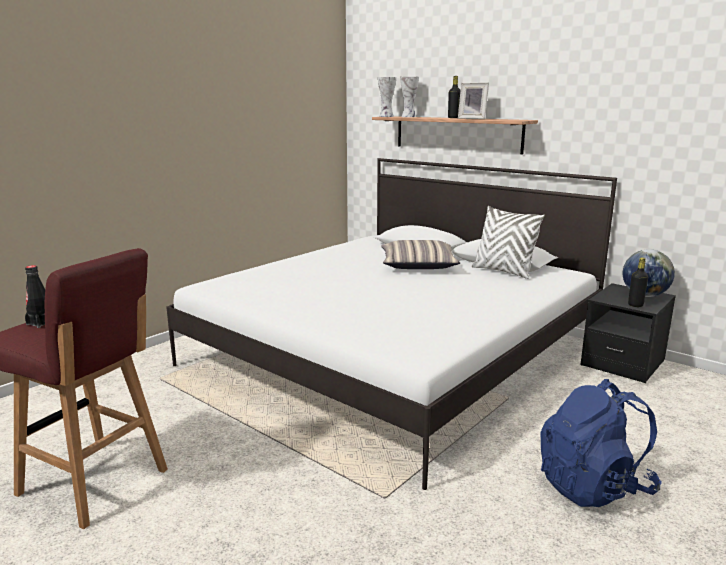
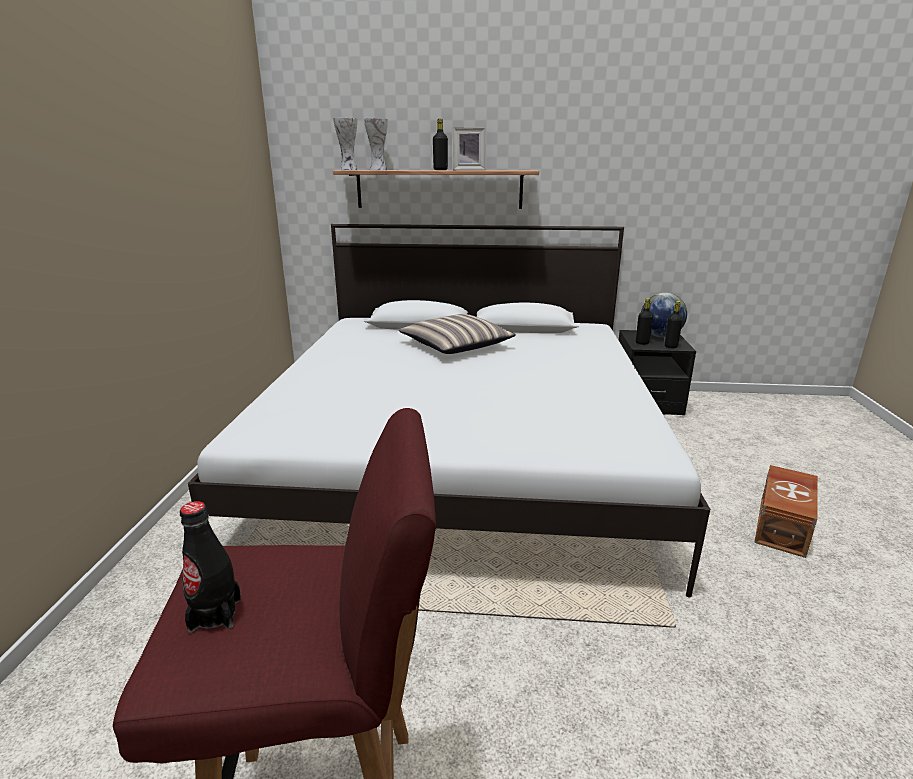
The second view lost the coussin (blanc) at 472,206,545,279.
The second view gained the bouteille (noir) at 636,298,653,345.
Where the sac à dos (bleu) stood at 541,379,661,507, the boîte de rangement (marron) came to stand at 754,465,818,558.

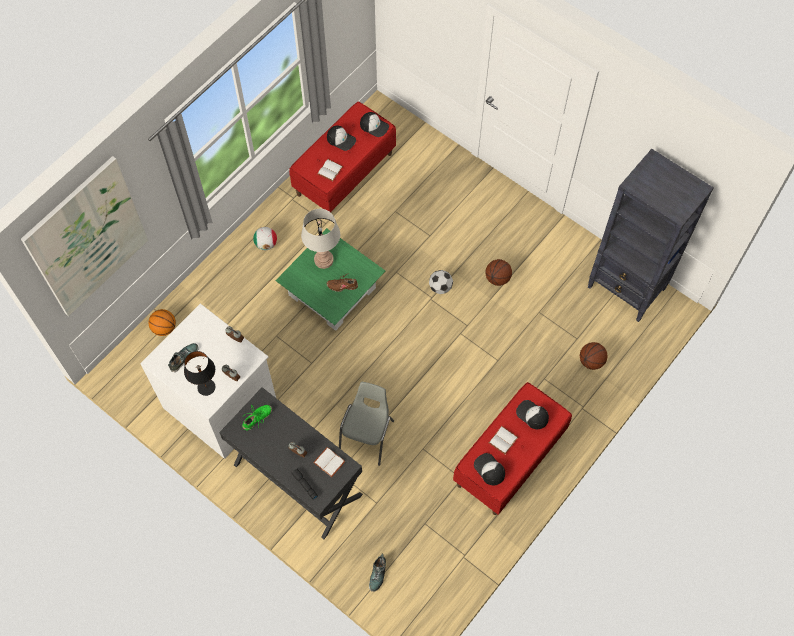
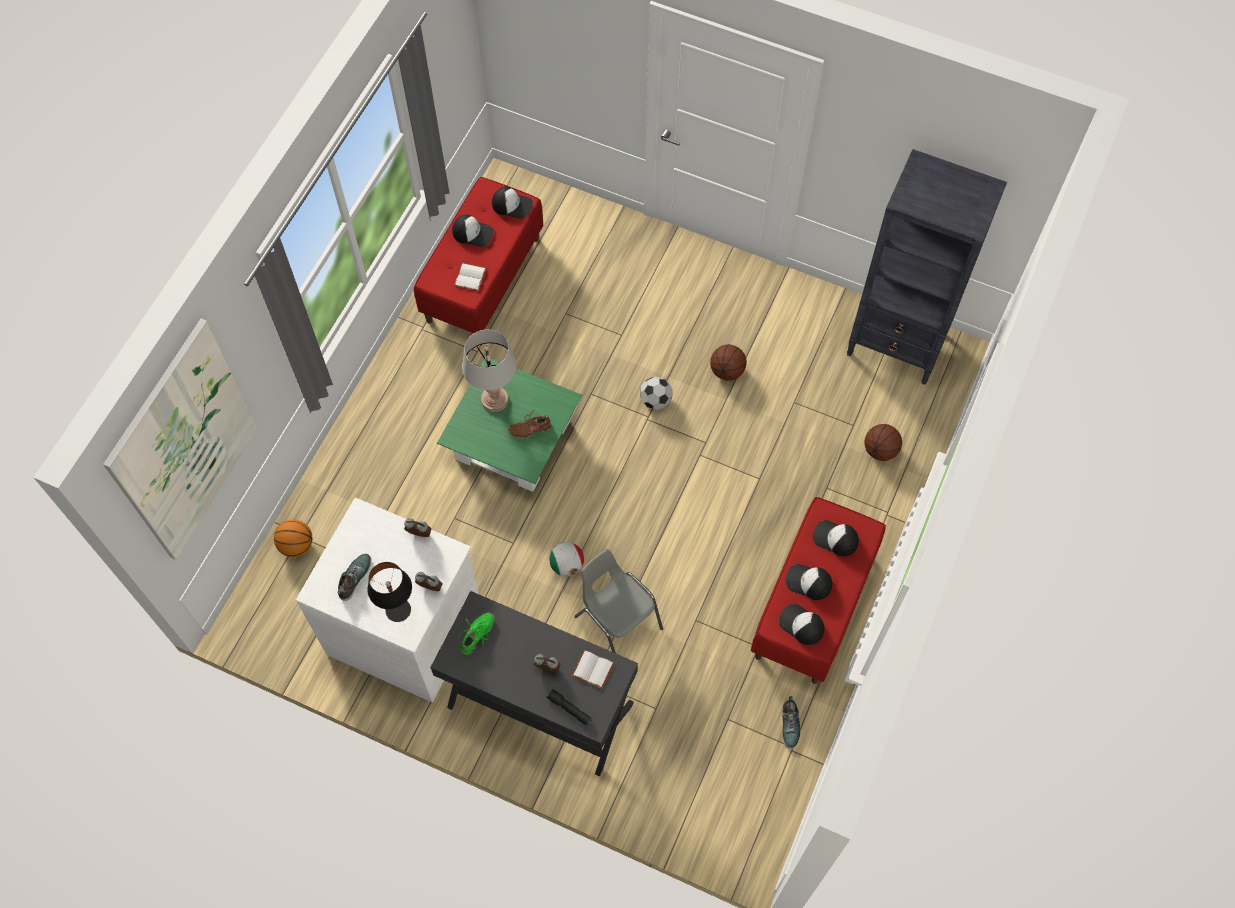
The ballon de foot ended up elsewhere, having gone from 253,227,277,250 to 549,542,584,577.
The chaussure ended up elsewhere, having gone from 369,554,386,592 to 782,696,800,749.
Where the livre (blanc) stood at 489,426,518,454, the casquette came to stand at 785,564,832,600.
The chaise (gris) at 339,382,394,466 ended up facing another way, 45 degrees counterclockwise from before.

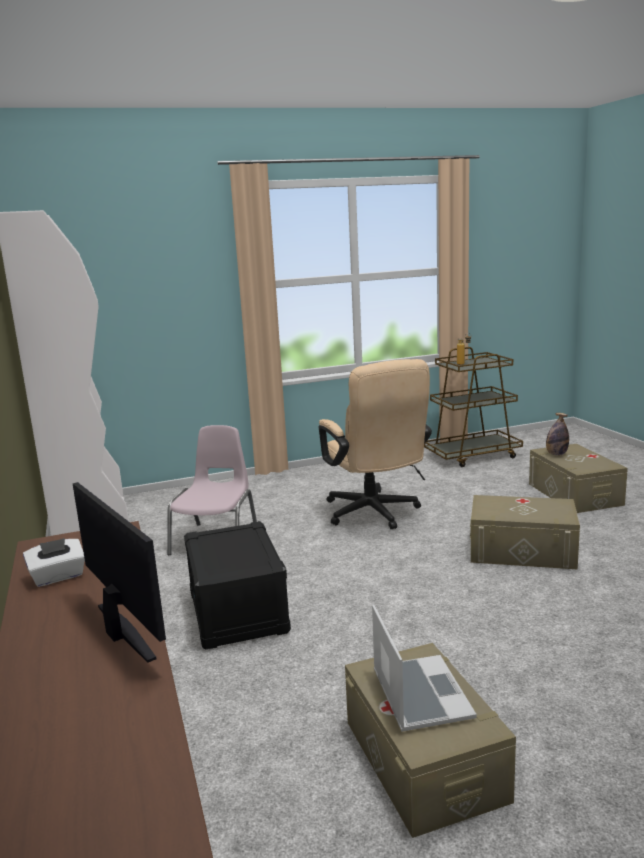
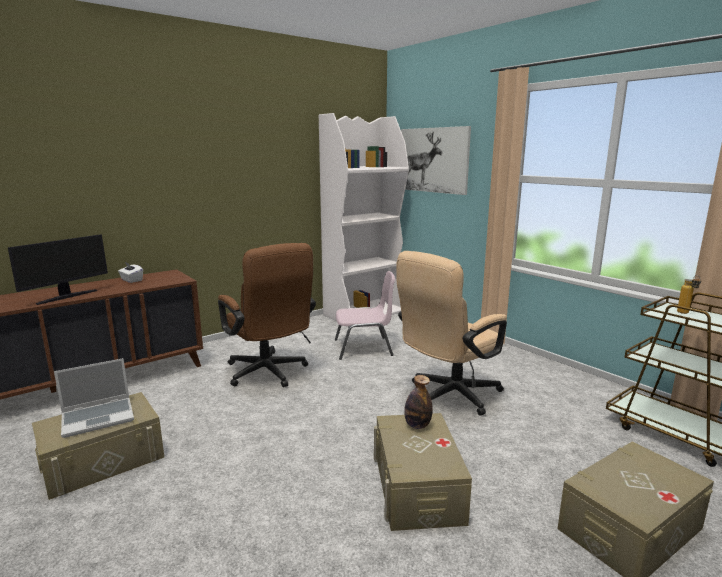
The second view gained the tableau at 401,126,471,195.
The bouteille ended up elsewhere, having gone from 546,413,569,456 to 404,375,433,429.
Where the boîte de rangement (noir) stood at 184,521,291,650, the chaise de bureau (marron) came to stand at 218,243,316,387.

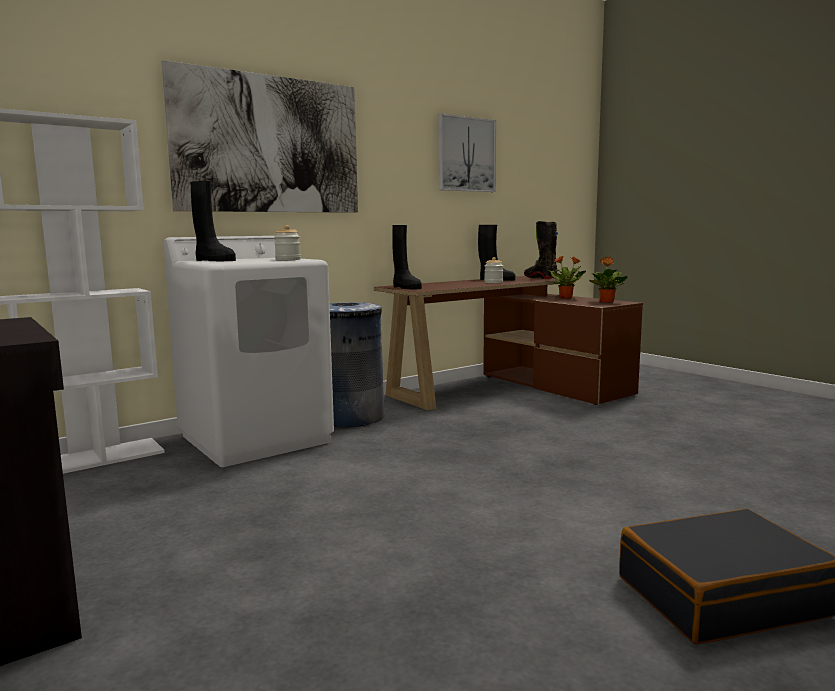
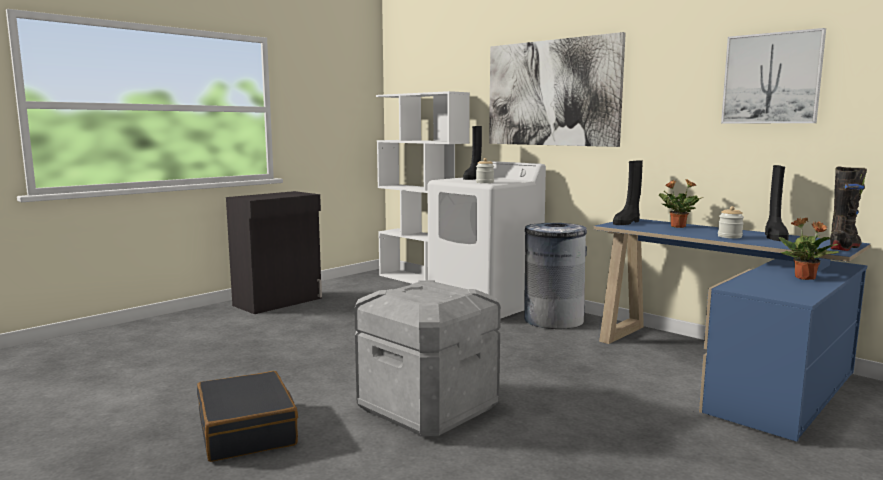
The second view gained the boîte de rangement (gris) at 354,280,501,436.
The plante en pot ended up elsewhere, having gone from 589,257,628,303 to 659,179,703,228.
What was the bureau (marron) at 374,276,643,410 turned into the bureau (bleu) at 594,219,870,442.

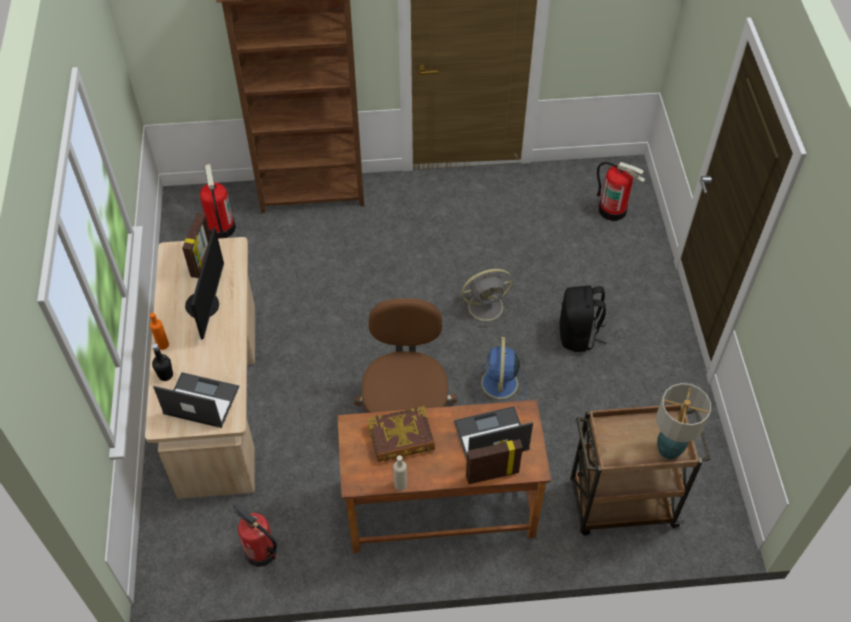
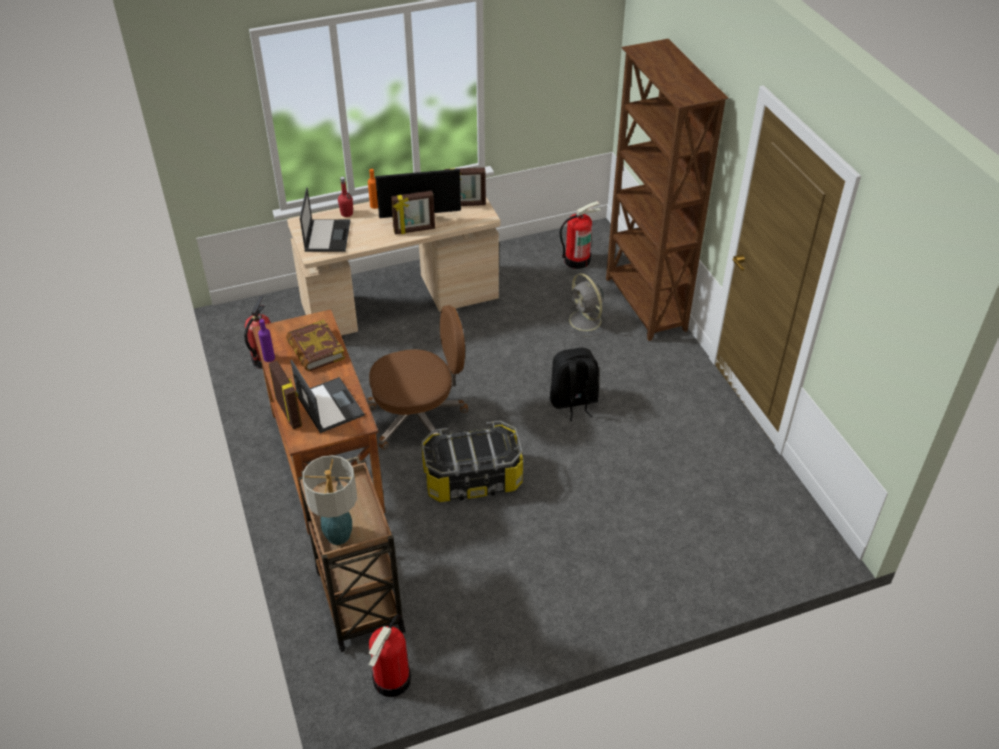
The second view gained the cadre photo at 391,191,435,235.
The ventilateur (gris) ended up elsewhere, having gone from 457,269,513,327 to 562,273,611,337.
The sac à dos (noir) ended up elsewhere, having gone from 560,285,607,352 to 550,348,599,421.
The extincteur ended up elsewhere, having gone from 597,162,645,221 to 369,614,411,697.
Where the ventilateur (bleu) stood at 474,337,527,404, the boîte de rangement came to stand at 421,420,523,502.
What was the bouteille (noir) at 152,343,173,381 turned into the bouteille (rouge) at 338,177,353,217.
What was the bouteille (beige) at 393,455,407,491 turned into the bouteille (violet) at 258,319,275,362.

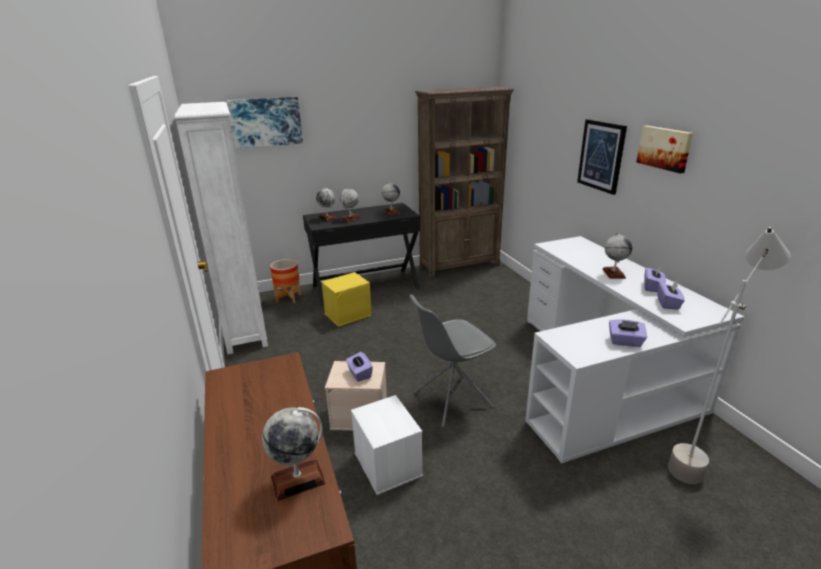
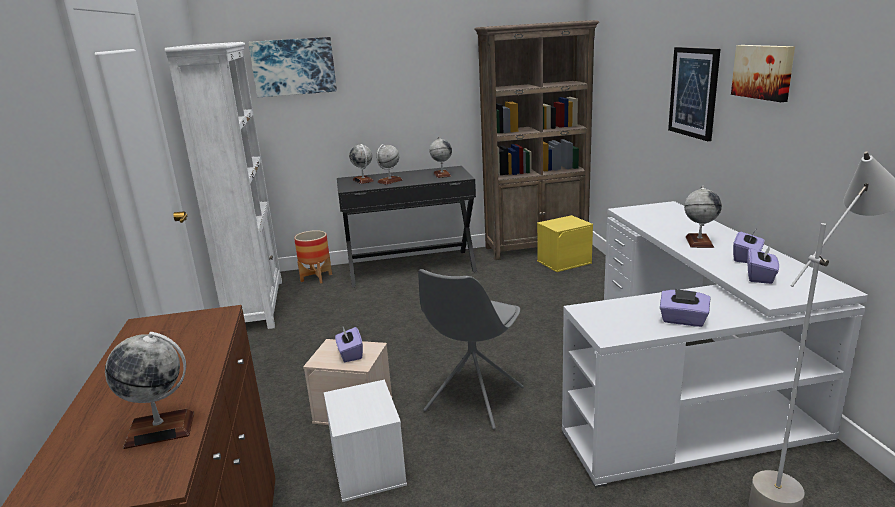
The boîte de rangement (jaune) ended up elsewhere, having gone from 321,272,372,327 to 537,215,593,272.
The chaise (gris) at 410,294,496,427 ended up facing another way, 45 degrees counterclockwise from before.

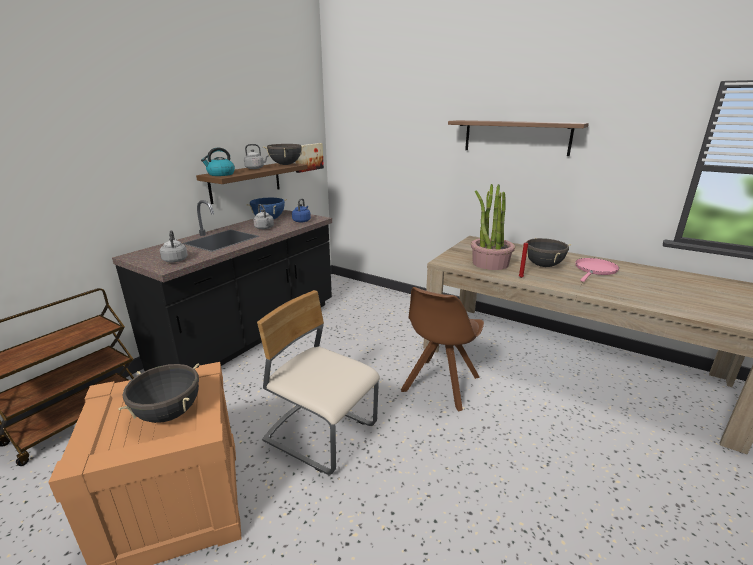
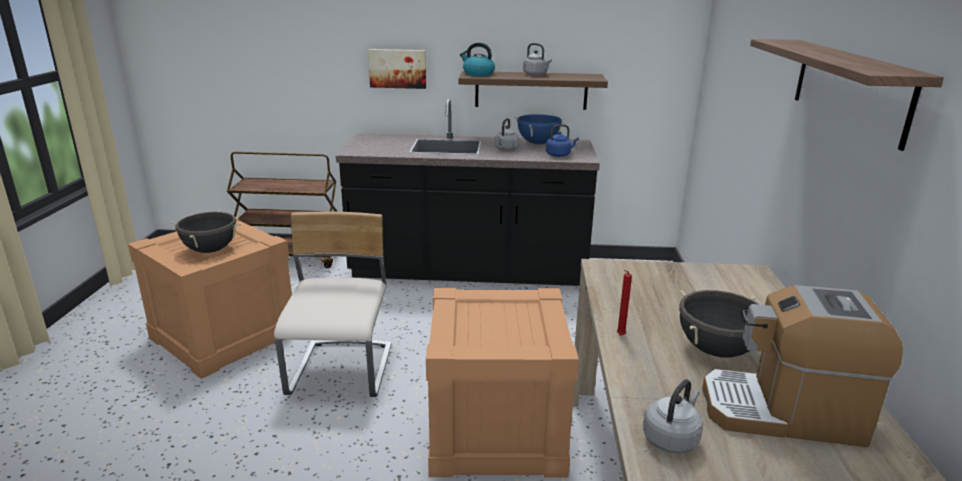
The second view lost the marmite (noir) at 263,144,305,165.
The second view lost the plante en pot at 471,184,515,270.
The bouilloire (gris) ended up elsewhere, having gone from 160,230,188,262 to 643,379,703,453.
The tableau ended up elsewhere, having gone from 295,143,324,173 to 368,49,426,89.
Where the chaise (marron) stood at 401,287,484,412, the caisse came to stand at 426,288,579,477.
Where the poêle (rose) stood at 575,258,619,282, the machine à café came to stand at 702,285,903,447.

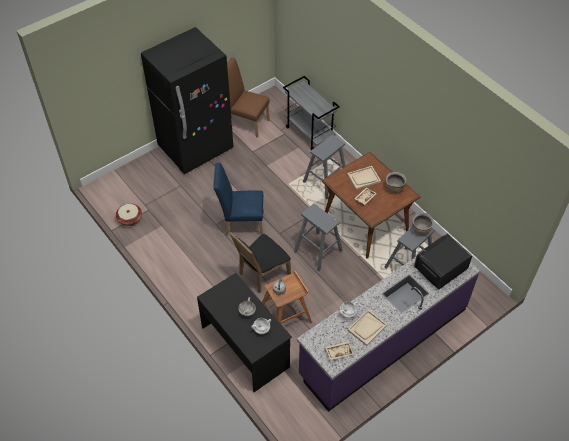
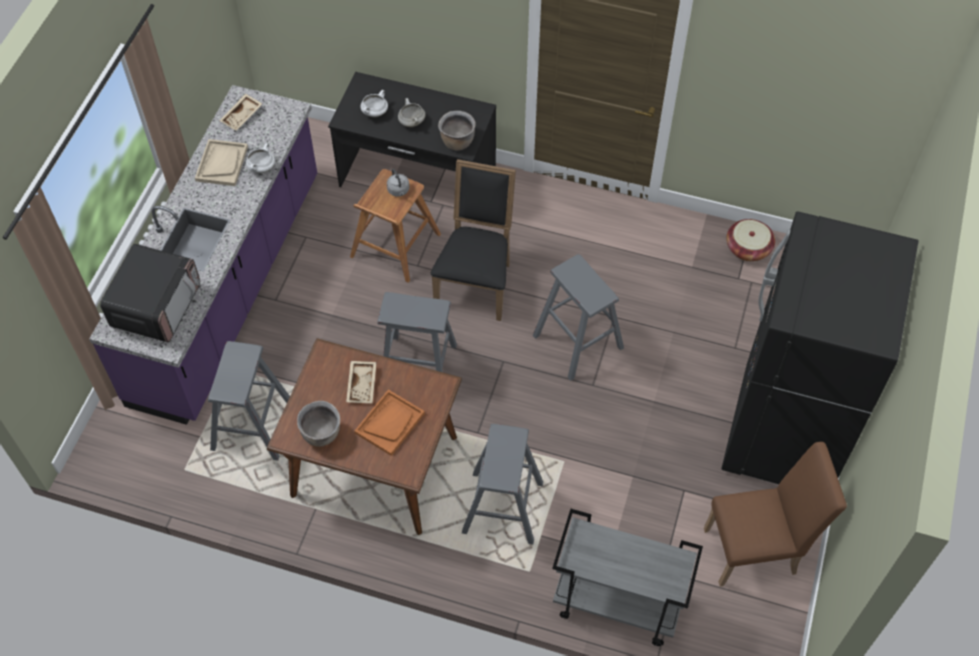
The marmite (marron) ended up elsewhere, having gone from 412,213,434,235 to 438,111,476,150.
Where the chaise (bleu) stood at 213,163,264,236, the tabouret (gris) came to stand at 533,254,624,381.
What was the plateau (beige) at 347,166,381,190 turned into the plateau (orange) at 355,389,425,456.

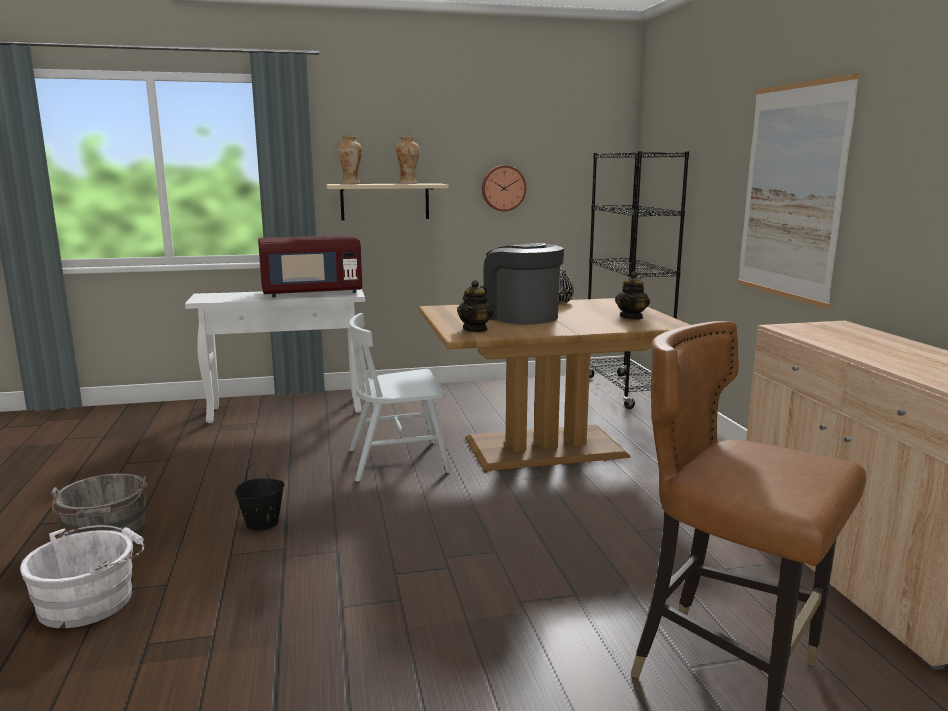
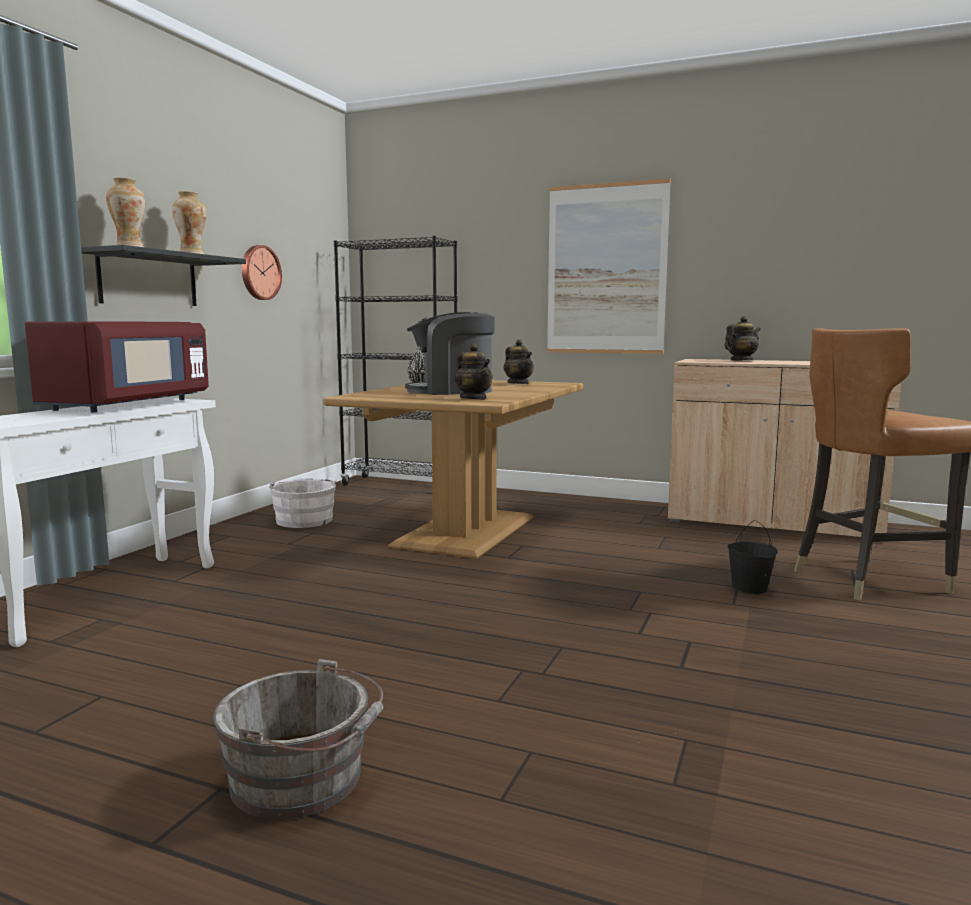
The second view lost the chaise (blanc) at 349,313,451,482.
The second view gained the théière at 725,316,761,361.
The seau (blanc) ended up elsewhere, having gone from 20,525,144,628 to 269,478,337,528.
The seau (noir) ended up elsewhere, having gone from 234,462,284,531 to 727,520,777,594.
What was the étagère (beige) at 326,183,448,220 turned into the étagère (noir) at 81,245,246,306.

